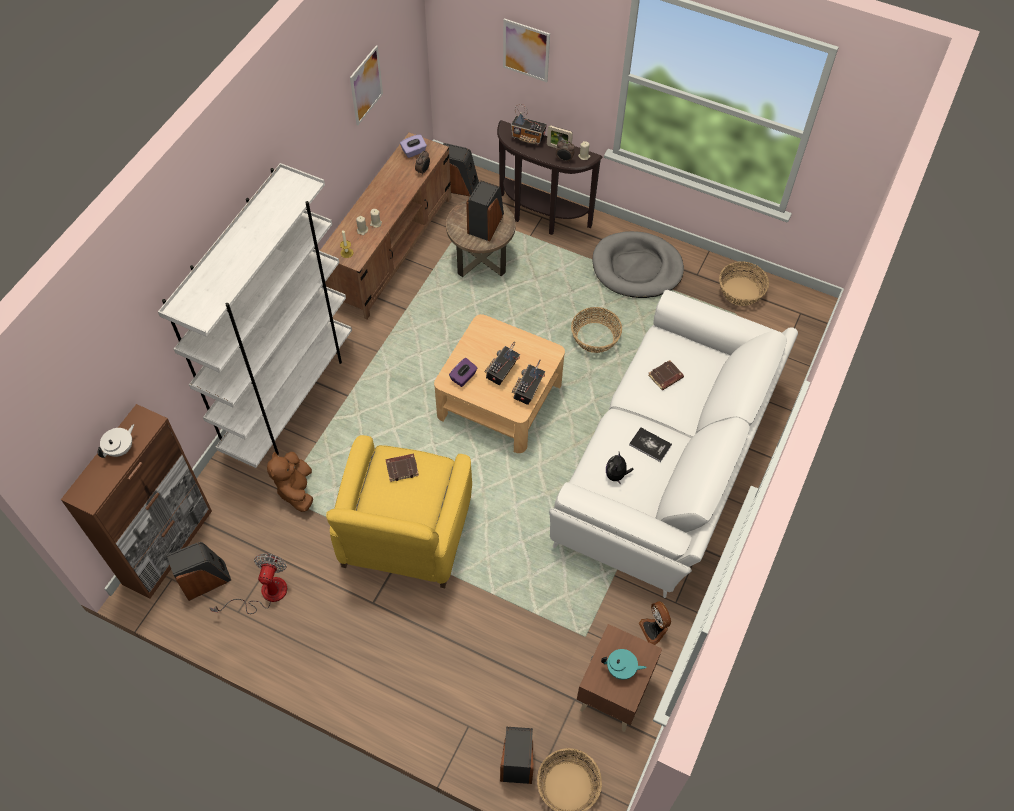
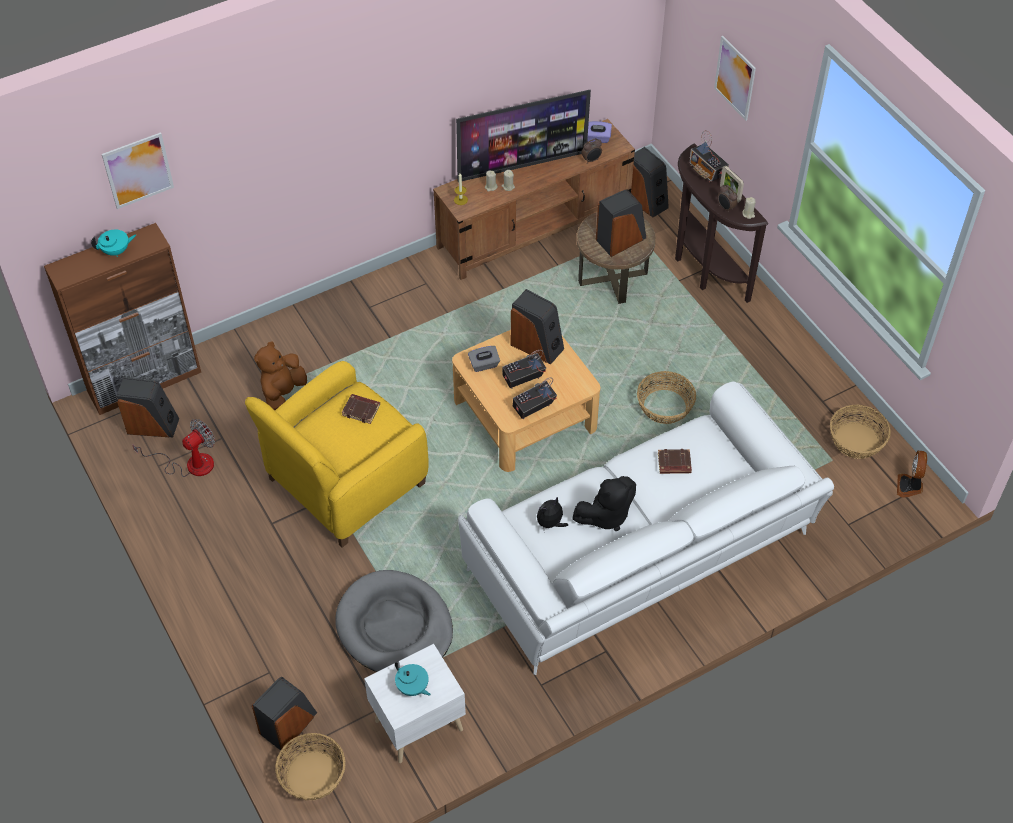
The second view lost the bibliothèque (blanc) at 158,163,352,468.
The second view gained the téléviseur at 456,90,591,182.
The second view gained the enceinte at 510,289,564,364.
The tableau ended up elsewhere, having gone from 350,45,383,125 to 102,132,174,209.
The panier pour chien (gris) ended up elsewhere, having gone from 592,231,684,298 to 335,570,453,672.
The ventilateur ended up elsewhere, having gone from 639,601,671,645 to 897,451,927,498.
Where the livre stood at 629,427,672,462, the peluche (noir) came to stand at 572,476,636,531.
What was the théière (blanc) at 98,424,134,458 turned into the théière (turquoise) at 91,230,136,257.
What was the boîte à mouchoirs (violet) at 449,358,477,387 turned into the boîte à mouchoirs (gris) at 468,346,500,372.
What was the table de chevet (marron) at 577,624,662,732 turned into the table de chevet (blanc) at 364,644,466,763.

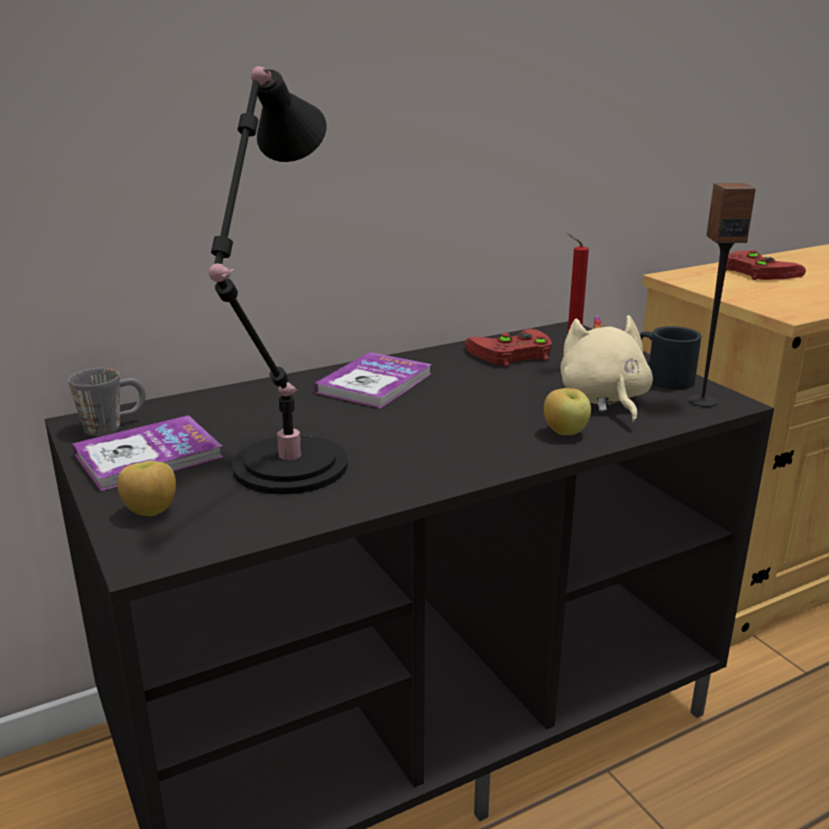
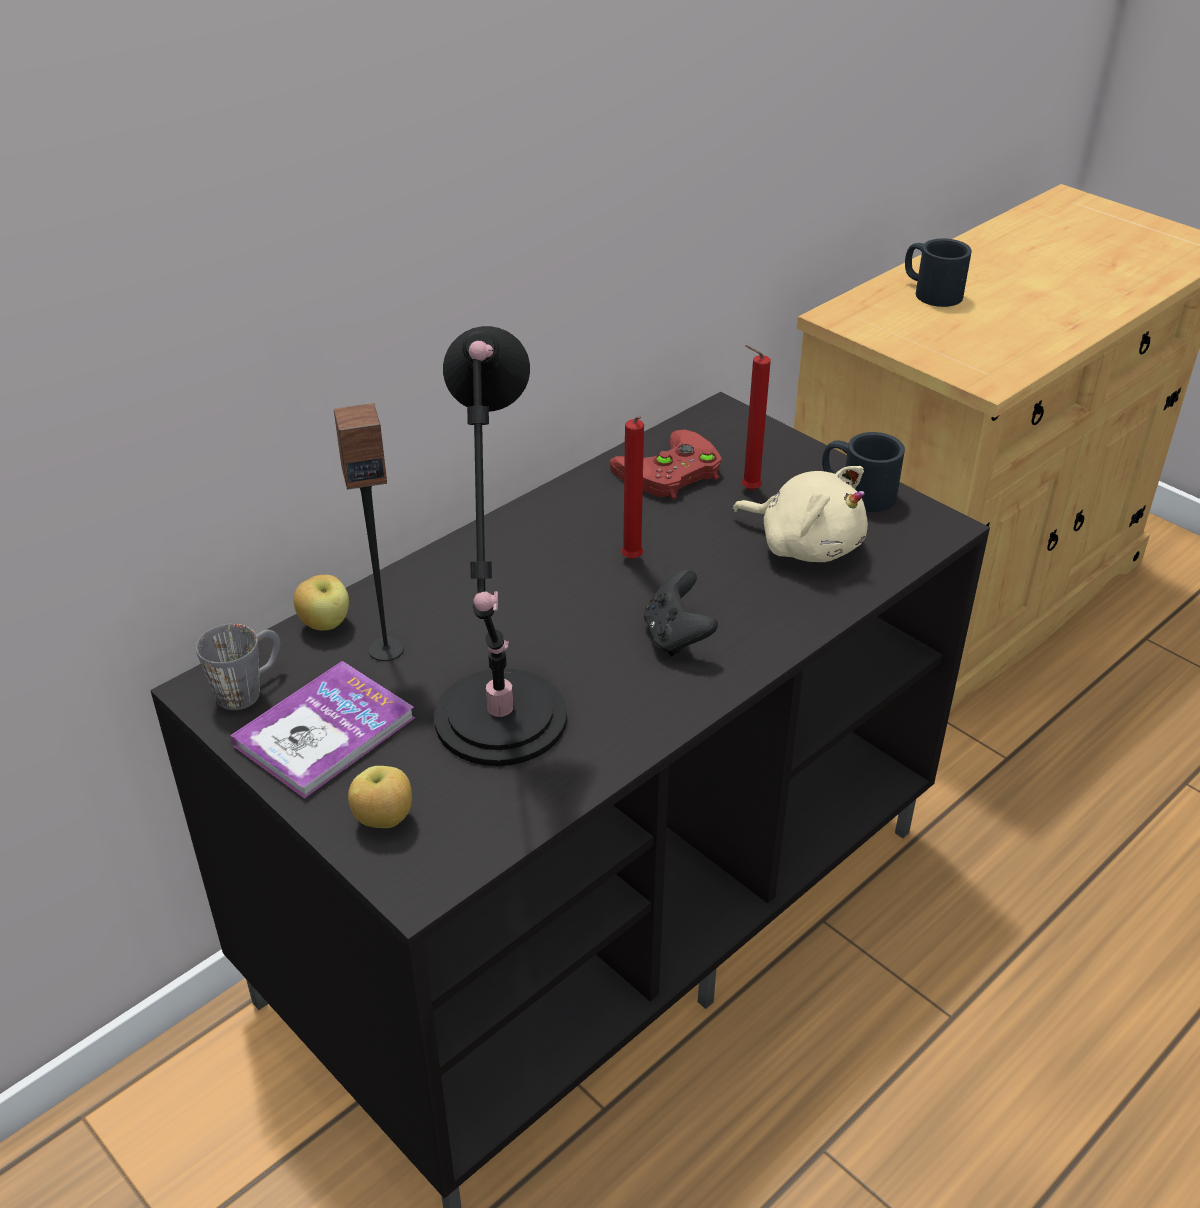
The second view lost the livre at 314,352,432,408.
The second view gained the bougie (rouge) at 621,416,644,559.
The second view gained the manette (noir) at 644,569,718,656.
The pomme ended up elsewhere, having gone from 544,388,591,435 to 293,575,349,630.
The enceinte ended up elsewhere, having gone from 688,183,756,407 to 334,403,404,661.
Where the manette (rouge) stood at 726,250,806,280, the mug (noir) came to stand at 905,238,972,307.
The peluche (beige) at 560,315,653,423 ended up facing another way, 150 degrees clockwise from before.

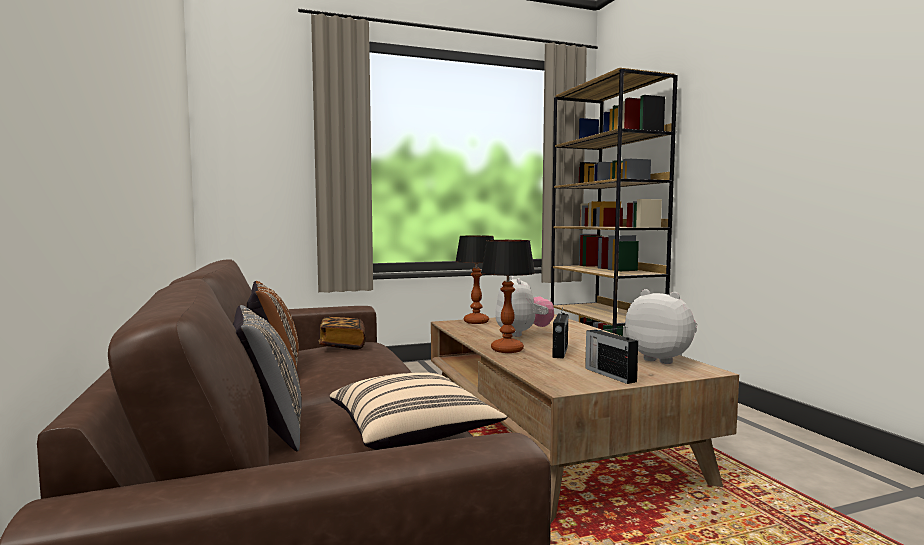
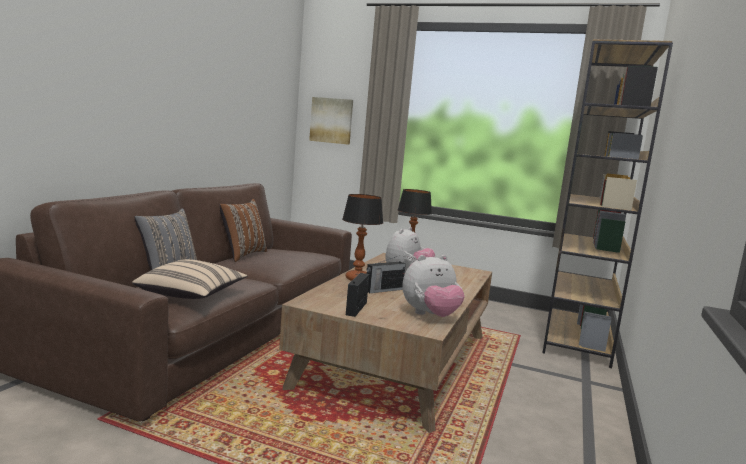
The second view lost the livre at 319,317,366,350.
The second view gained the tableau at 309,97,353,145.
The peluche at 625,289,698,364 ended up facing another way, 75 degrees clockwise from before.

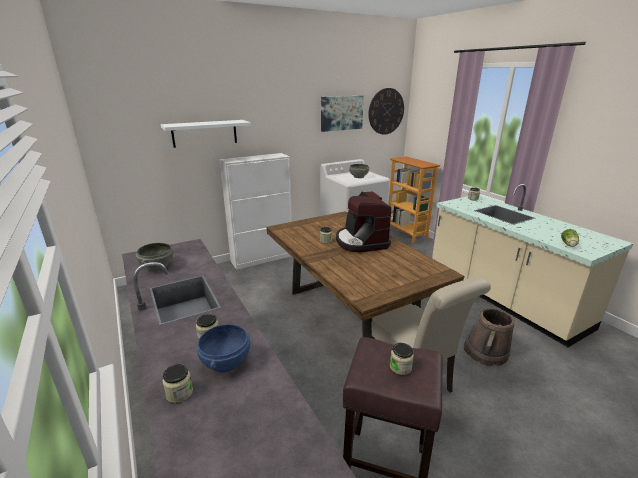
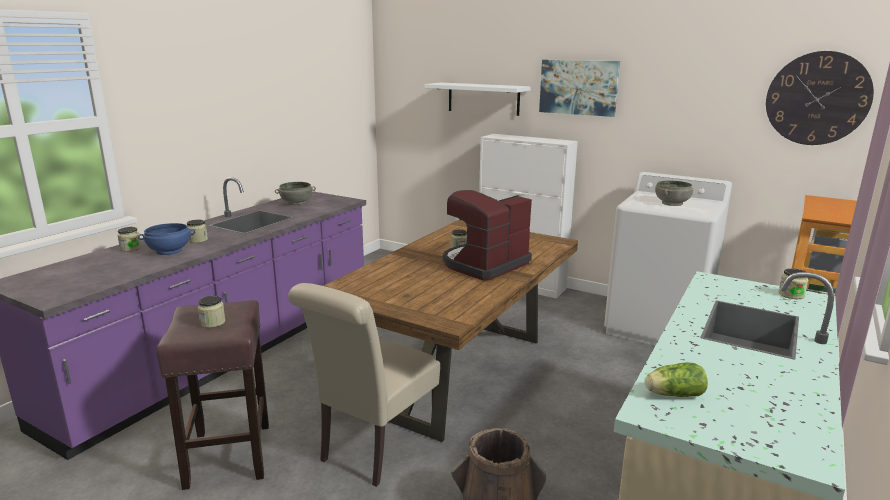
The tableau ended up elsewhere, having gone from 321,96,364,132 to 539,60,620,117.

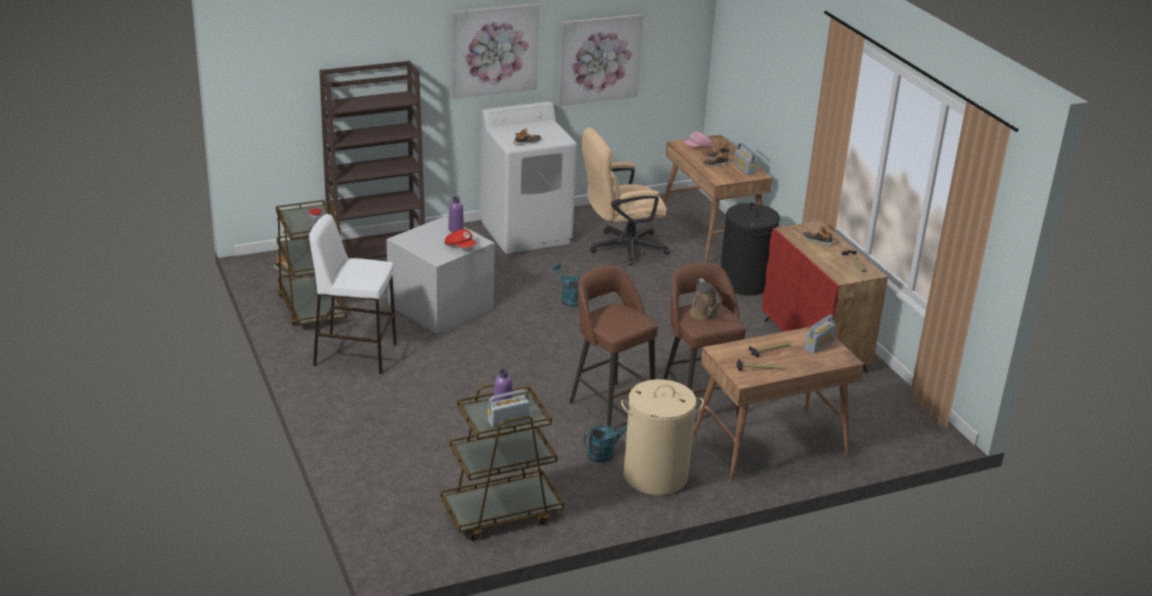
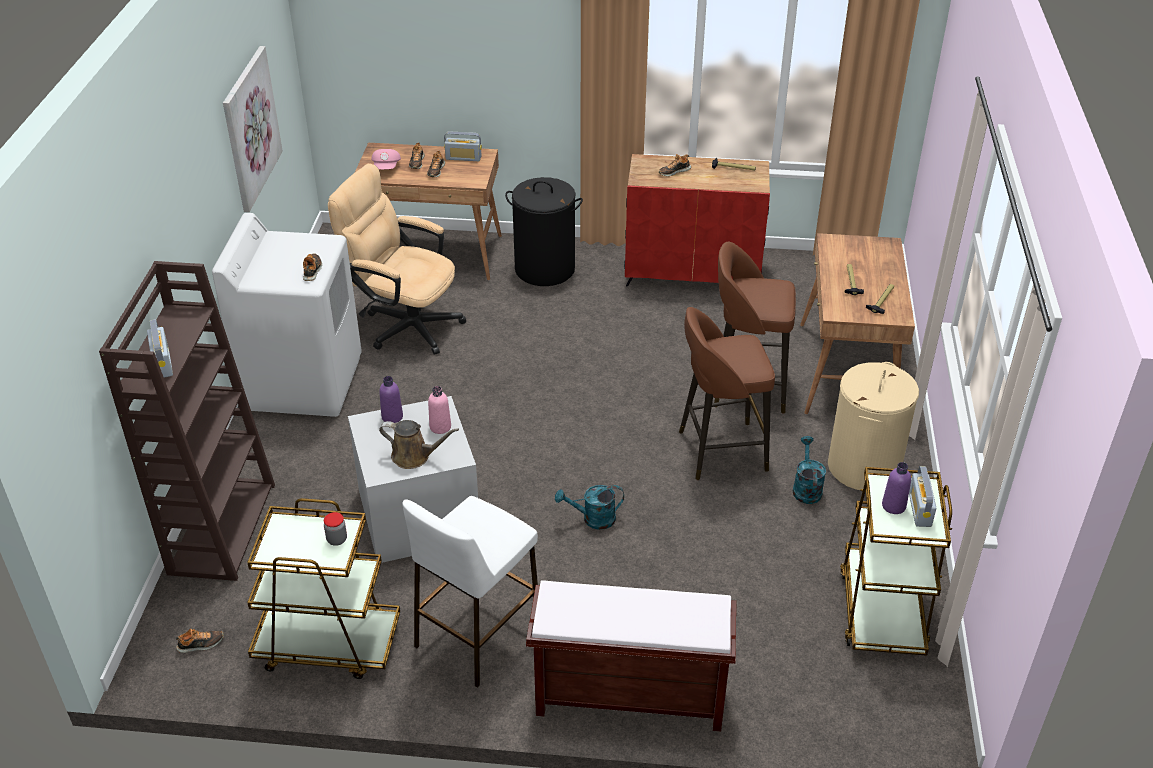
The second view lost the tableau at 452,3,539,99.
The second view gained the banc (marron) at 526,580,736,731.
The arrosoir (turquoise) ended up elsewhere, having gone from 553,263,580,307 to 555,485,624,530.
The arrosoir (marron) ended up elsewhere, having gone from 689,278,722,321 to 379,420,459,469.
The radio ended up elsewhere, having gone from 805,315,836,354 to 147,319,173,378.
Where the casquette (rouge) stood at 445,229,476,248, the bouteille (rose) came to stand at 428,386,451,434.
The chaise de bureau (beige) at 582,127,670,266 ended up facing another way, 105 degrees clockwise from before.

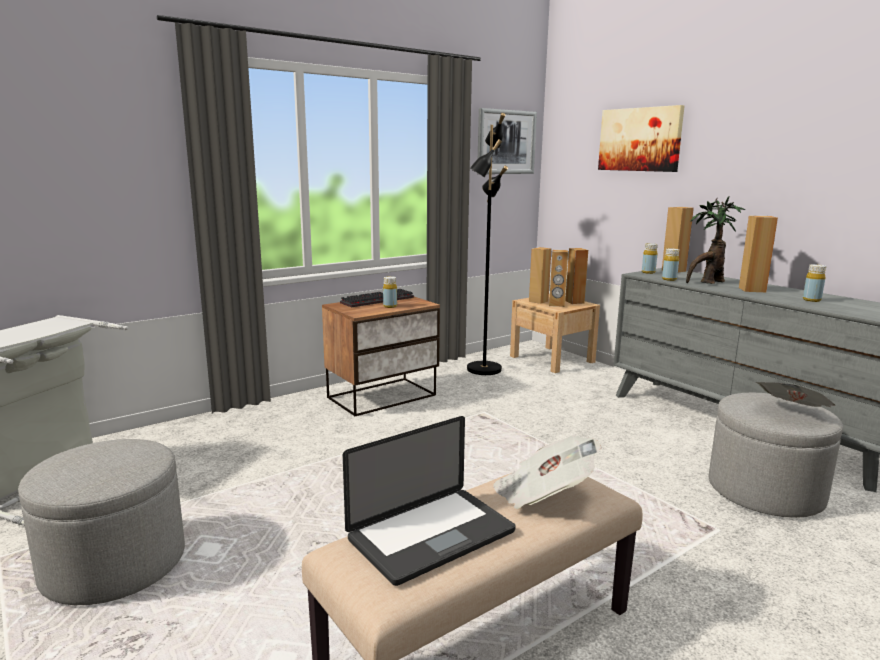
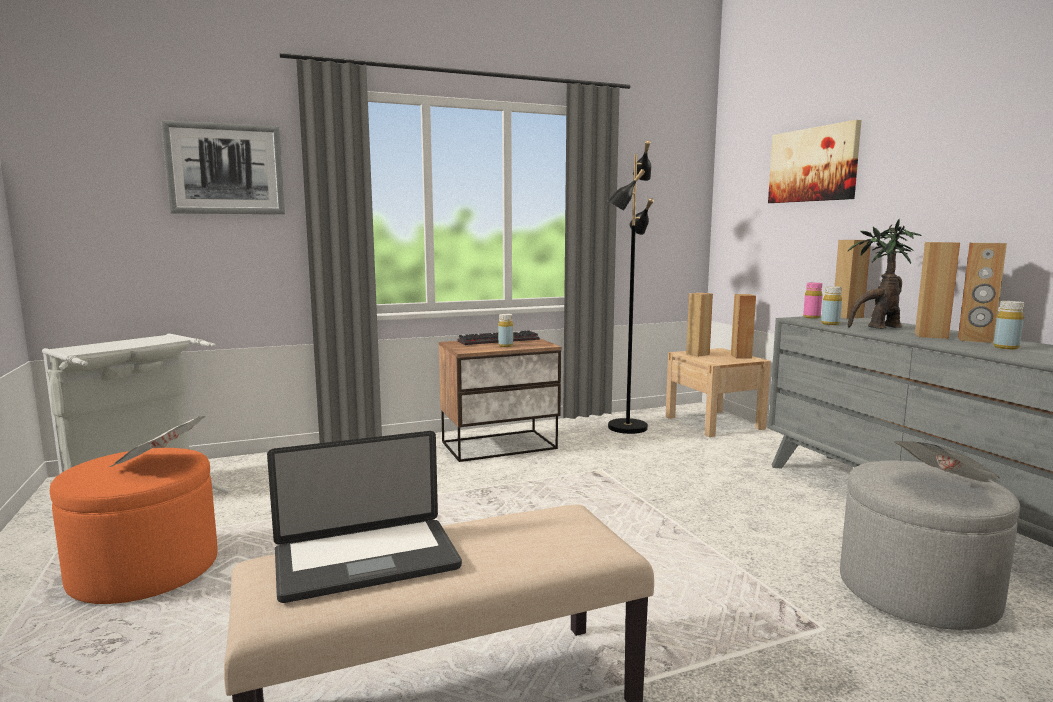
The tableau ended up elsewhere, having gone from 477,108,537,174 to 161,120,285,214.
The journal ended up elsewhere, having gone from 493,435,602,509 to 110,416,205,467.
The enceinte (marron) ended up elsewhere, having gone from 549,250,568,307 to 958,243,1007,343.
What was the pouf (gris) at 18,439,185,605 turned into the pouf (orange) at 50,448,218,604.
What was the bouteille (jaune) at 642,243,658,274 turned into the bouteille (rose) at 803,283,822,319.

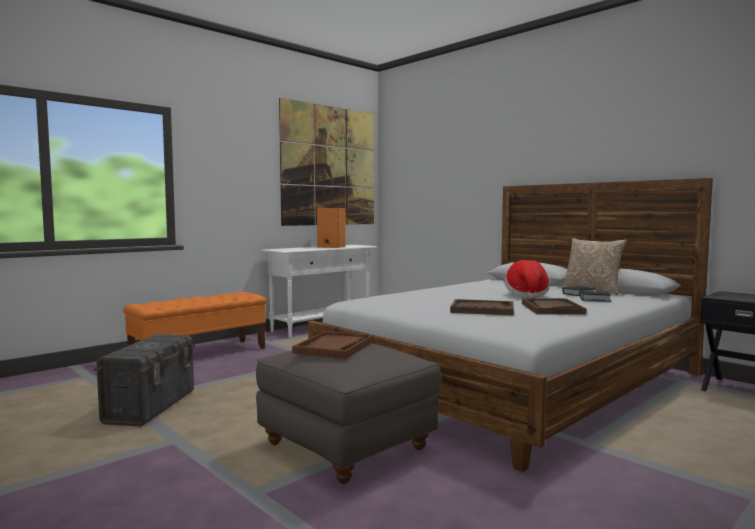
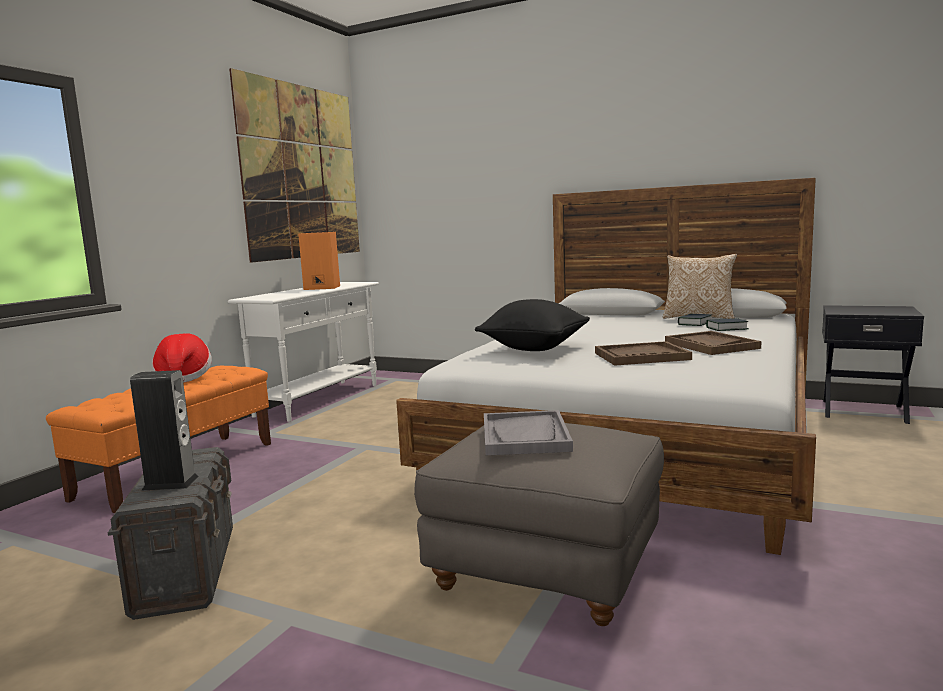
The second view gained the enceinte at 130,370,199,490.
The second view gained the coussin (noir) at 475,299,590,351.
The chapeau ended up elsewhere, having gone from 504,260,550,298 to 152,333,212,383.
What was the plateau (marron) at 292,331,374,359 turned into the plateau (gris) at 484,410,573,455.

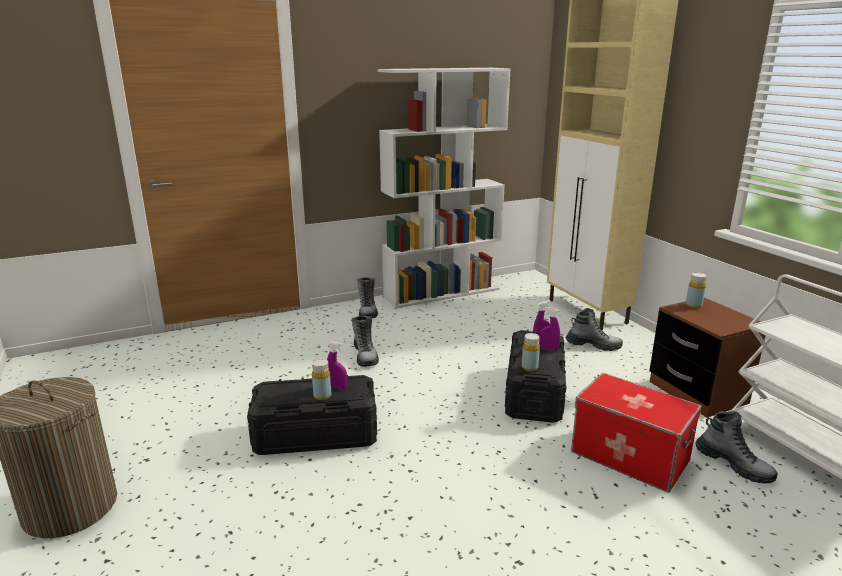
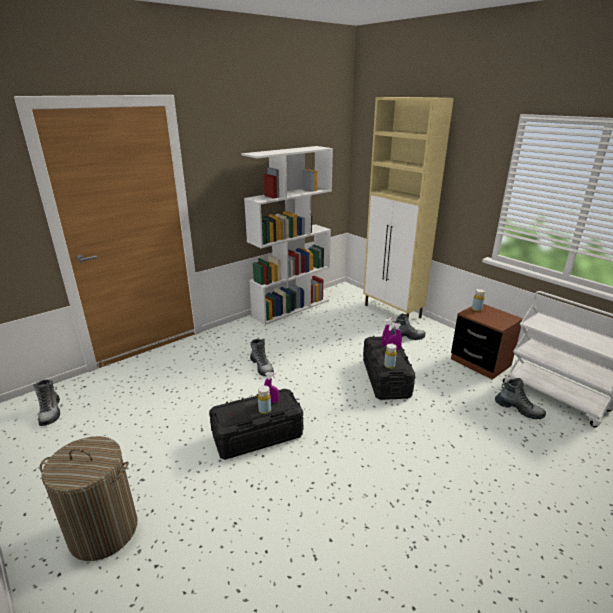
The second view lost the boîte de rangement at 571,373,702,493.
The botte ended up elsewhere, having gone from 357,277,378,318 to 33,379,60,426.

